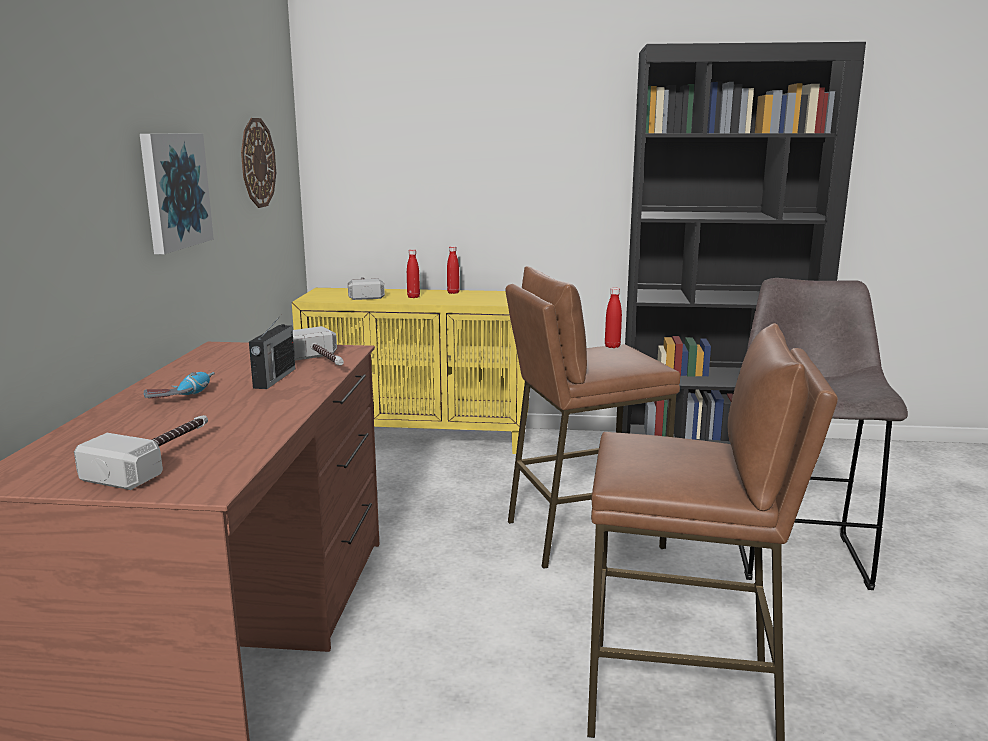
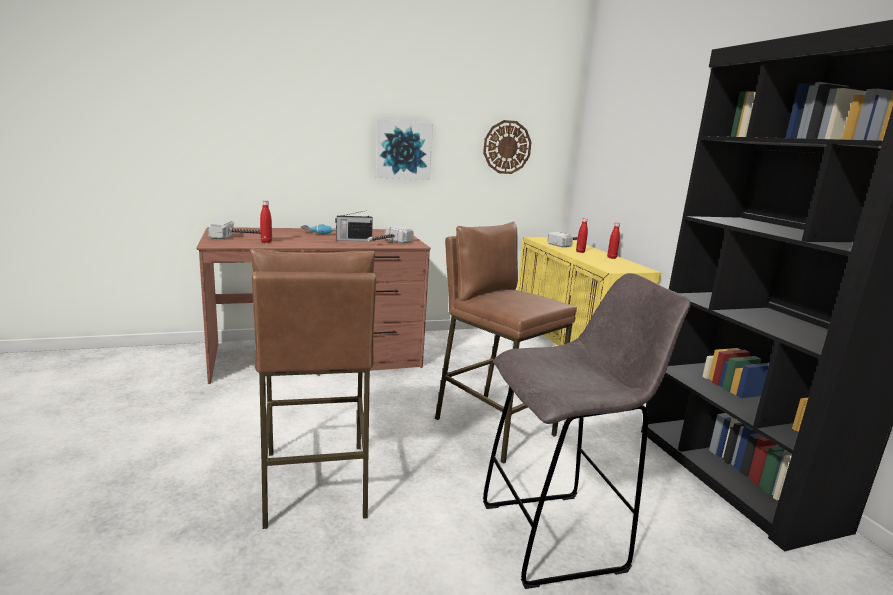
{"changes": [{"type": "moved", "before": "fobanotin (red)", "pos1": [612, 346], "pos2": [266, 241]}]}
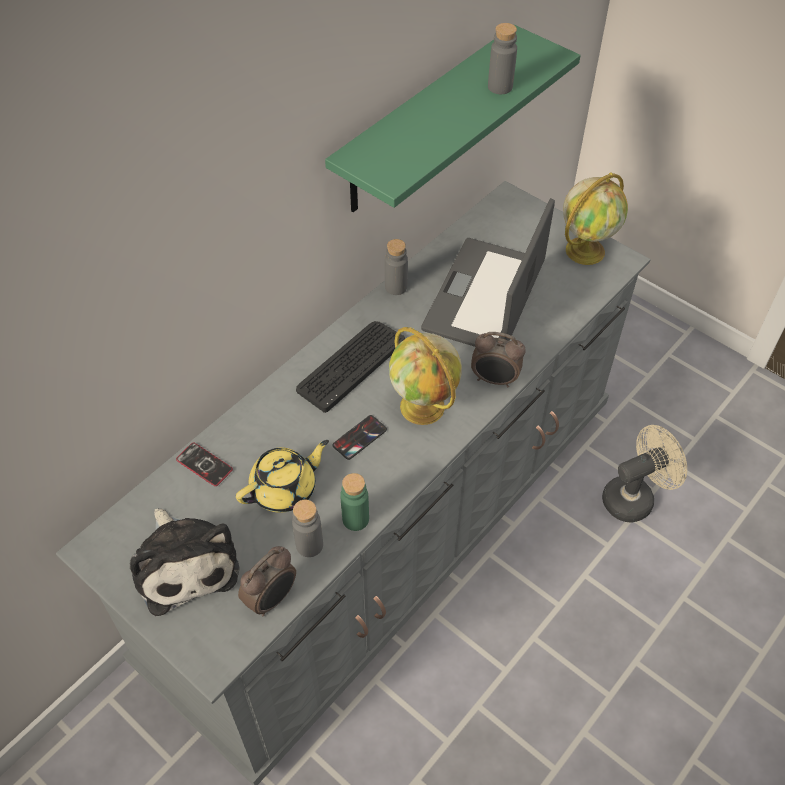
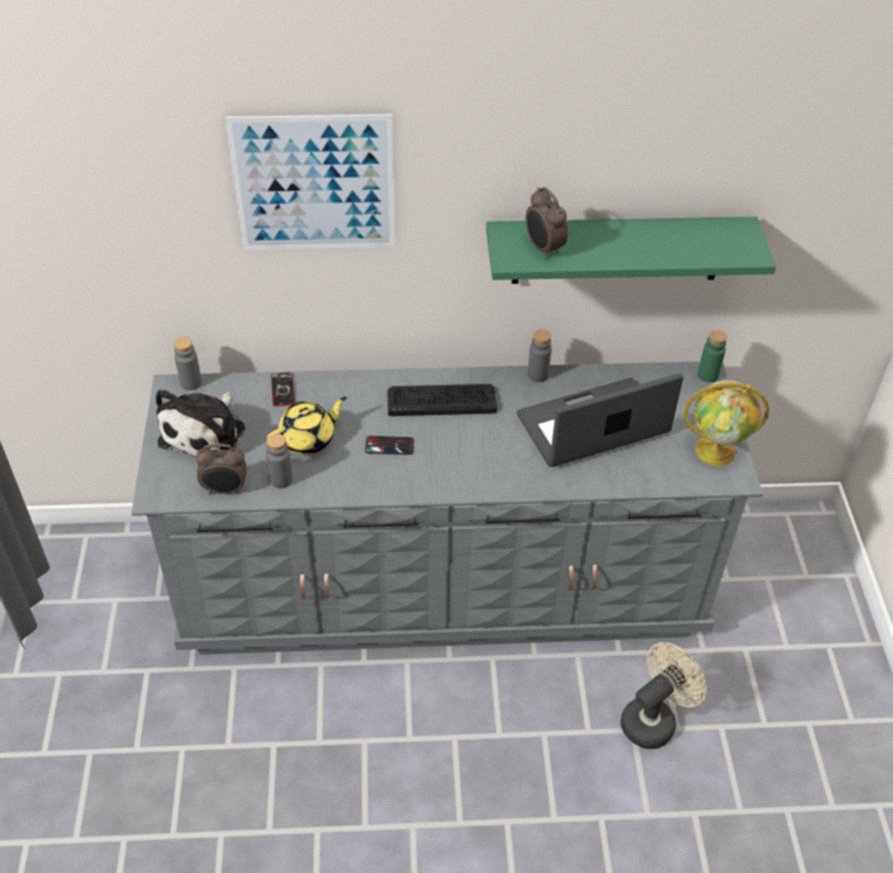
{"changes": [{"type": "moved", "before": "fobanotin (grey)", "pos1": [500, 87], "pos2": [191, 383]}, {"type": "removed", "before": "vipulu", "pos1": [423, 407]}, {"type": "moved", "before": "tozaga", "pos1": [494, 380], "pos2": [543, 249]}, {"type": "turned", "before": "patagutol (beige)", "pos1": [634, 497], "pos2": [654, 719], "turn": -60}, {"type": "turned", "before": "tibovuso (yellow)", "pos1": [285, 489], "pos2": [308, 439], "turn": -45}, {"type": "moved", "before": "fobanotin (green)", "pos1": [355, 519], "pos2": [708, 375]}, {"type": "added", "after": "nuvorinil", "pos2": [314, 184]}]}
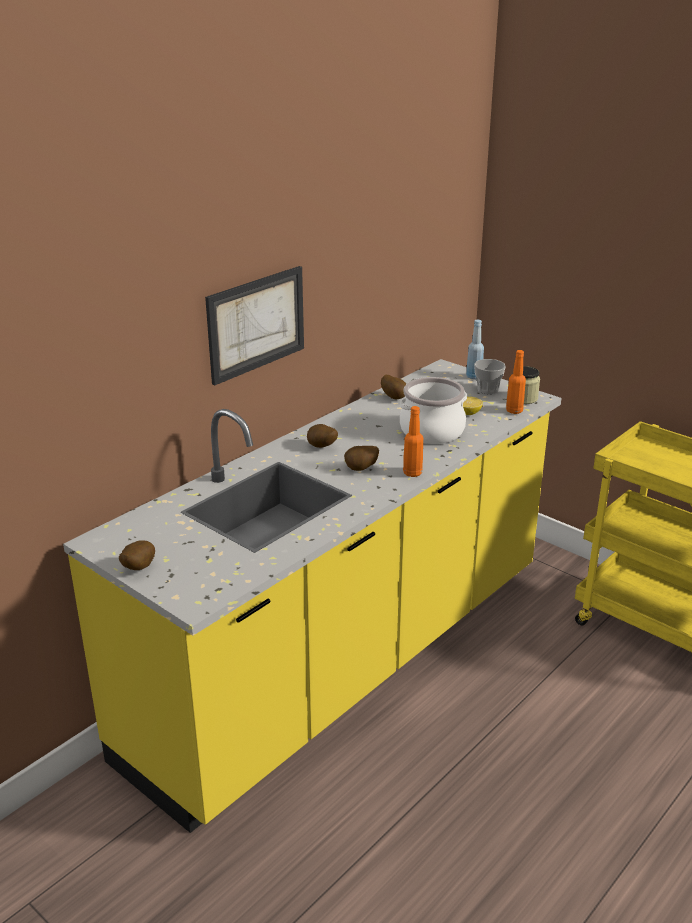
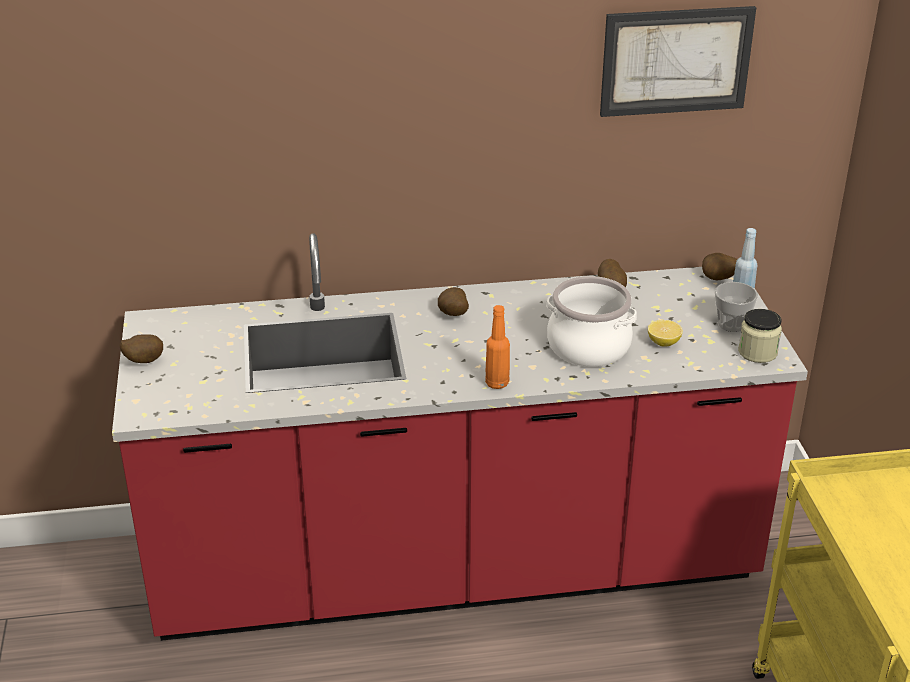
{"changes": [{"type": "moved", "before": "nuvorinil", "pos1": [256, 323], "pos2": [676, 61]}, {"type": "removed", "before": "fobanotin (orange)", "pos1": [514, 411]}, {"type": "recoloured", "before": "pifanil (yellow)", "after": "pifanil (red)", "pos1": [345, 662], "pos2": [455, 571]}, {"type": "moved", "before": "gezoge", "pos1": [361, 470], "pos2": [718, 280]}]}
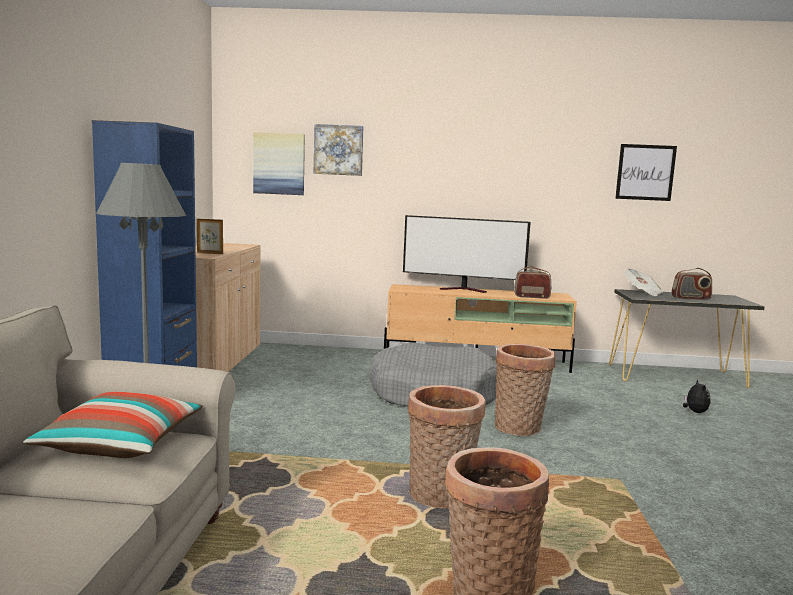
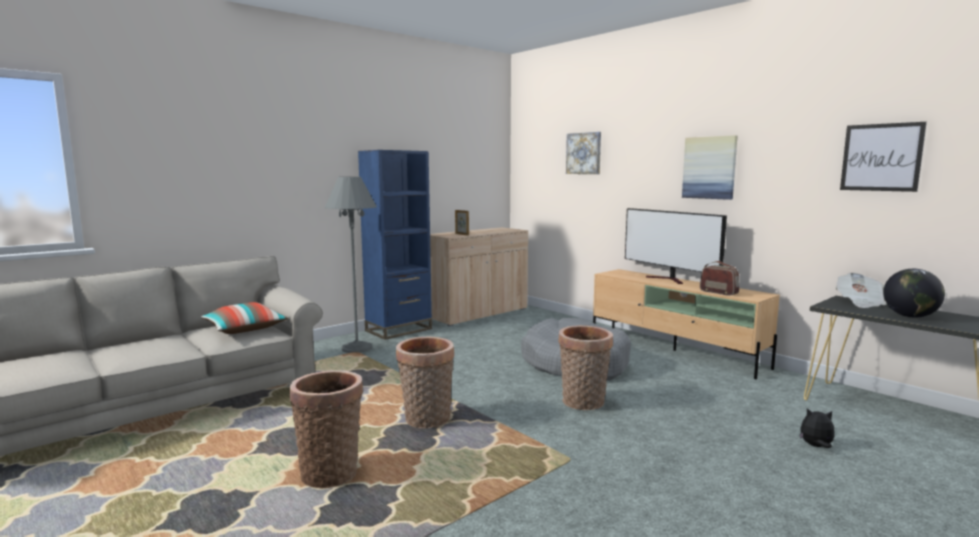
{"changes": [{"type": "moved", "before": "nuvorinil", "pos1": [279, 164], "pos2": [709, 167]}, {"type": "replaced", "before": "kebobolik", "after": "vipulu", "pos1": [691, 298], "pos2": [910, 316]}, {"type": "turned", "before": "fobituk", "pos1": [695, 412], "pos2": [816, 446], "turn": -120}]}
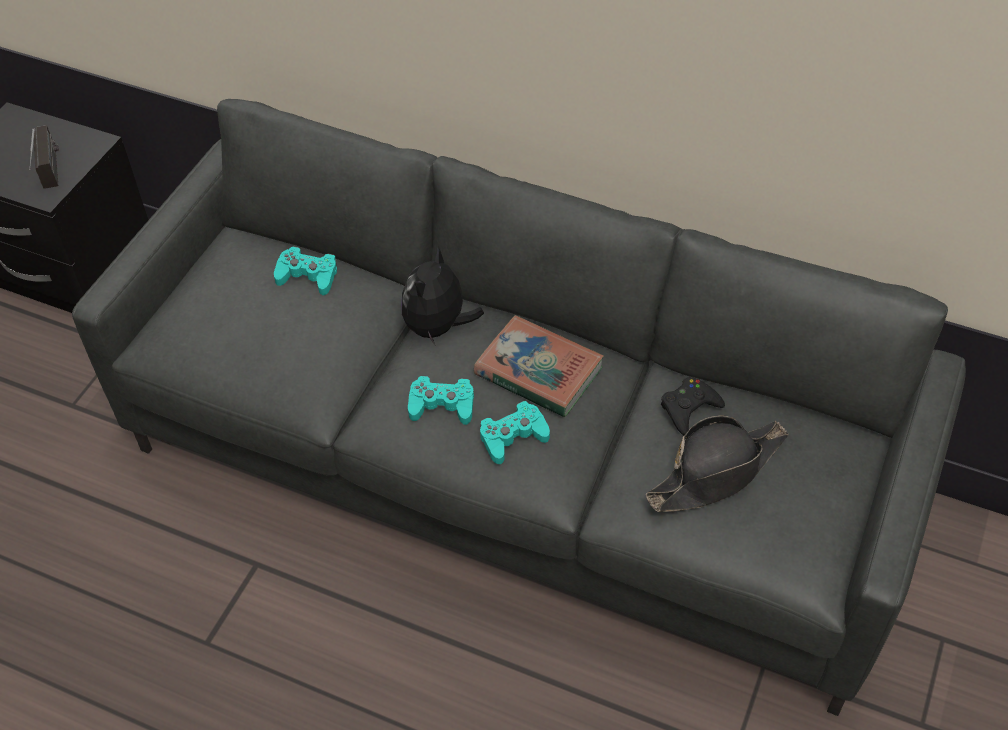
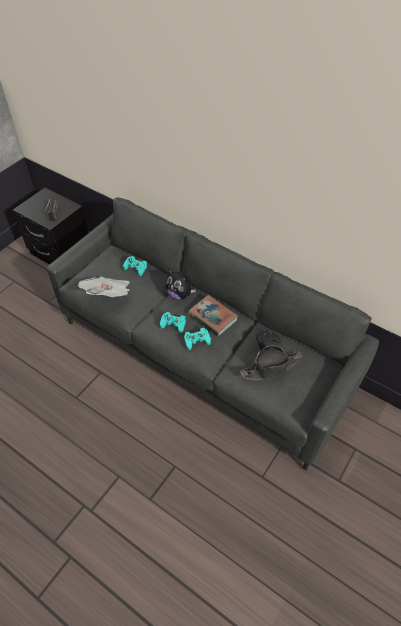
{"changes": [{"type": "turned", "before": "fobituk", "pos1": [438, 327], "pos2": [179, 295], "turn": -90}, {"type": "added", "after": "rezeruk", "pos2": [108, 295]}]}
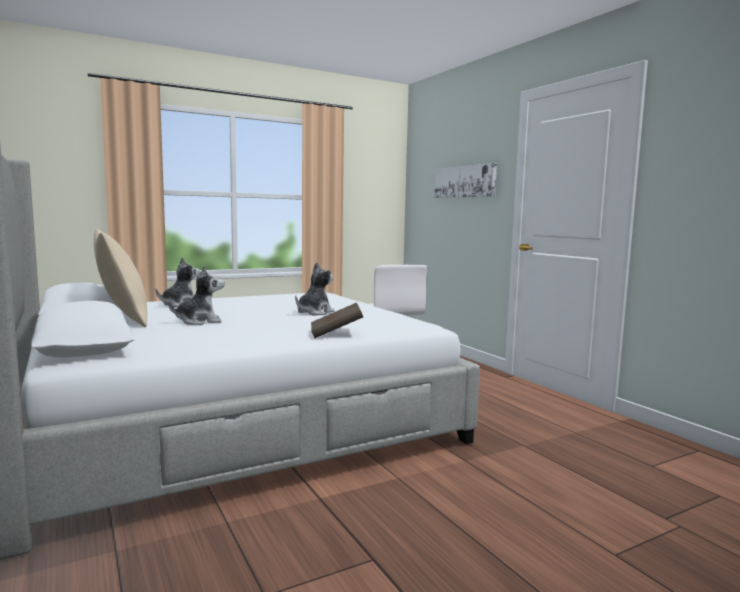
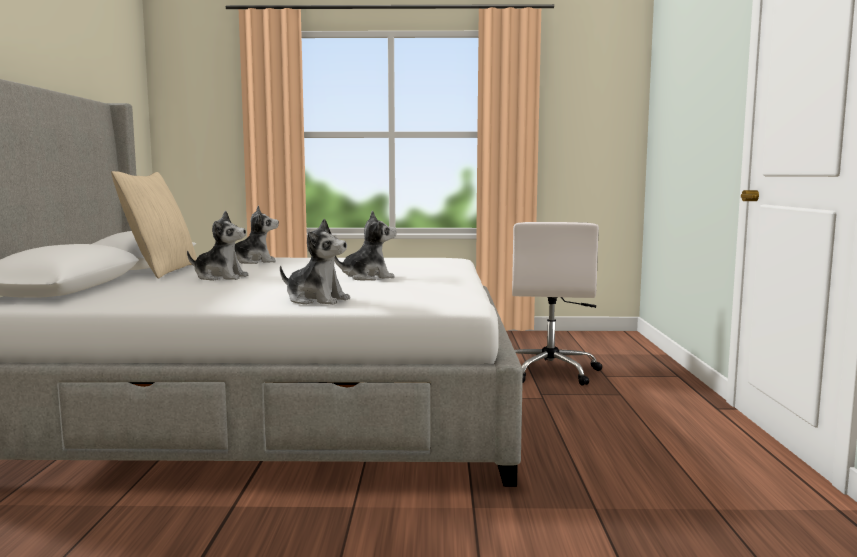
{"changes": [{"type": "removed", "before": "nuvorinil", "pos1": [465, 181]}, {"type": "replaced", "before": "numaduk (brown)", "after": "fobituk", "pos1": [336, 333], "pos2": [316, 300]}]}
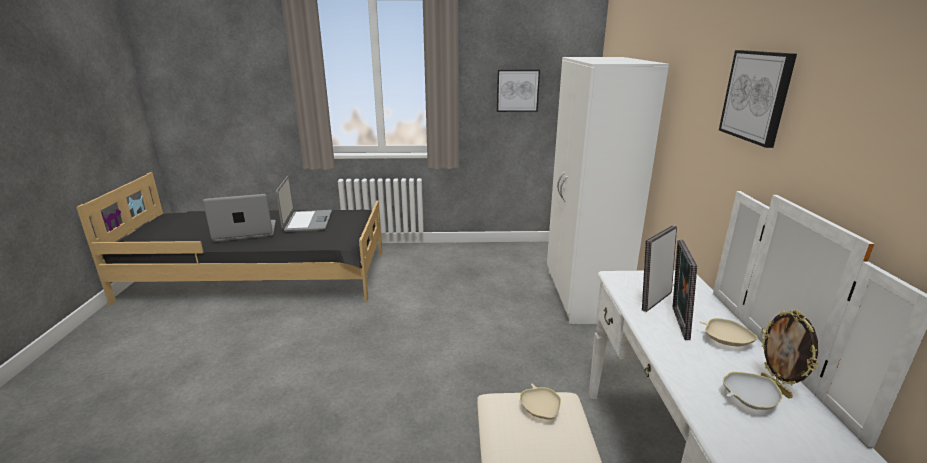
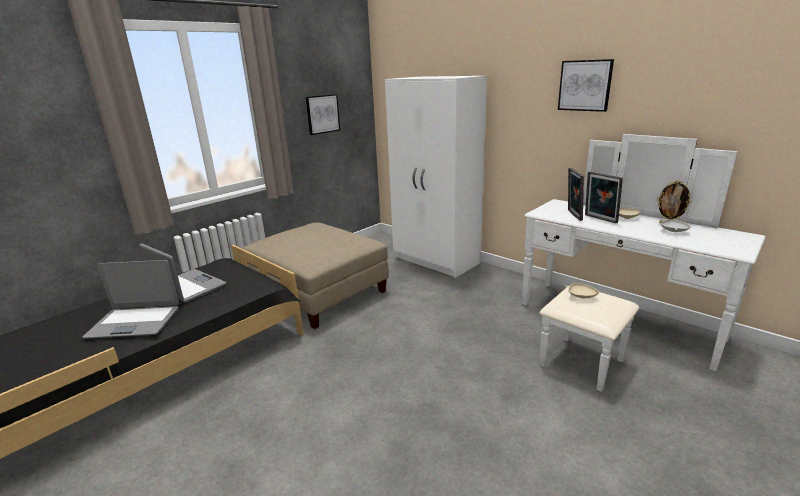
{"changes": [{"type": "turned", "before": "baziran", "pos1": [245, 232], "pos2": [135, 322], "turn": -120}, {"type": "added", "after": "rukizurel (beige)", "pos2": [318, 292]}]}
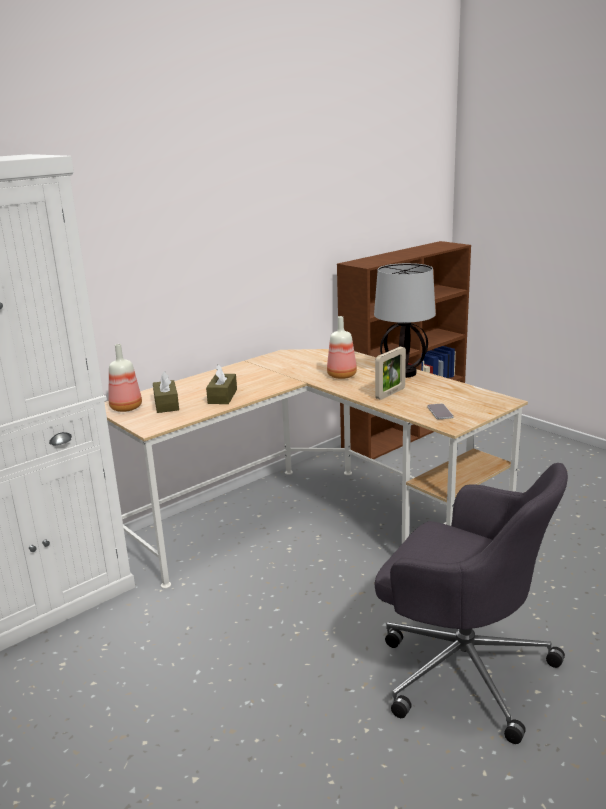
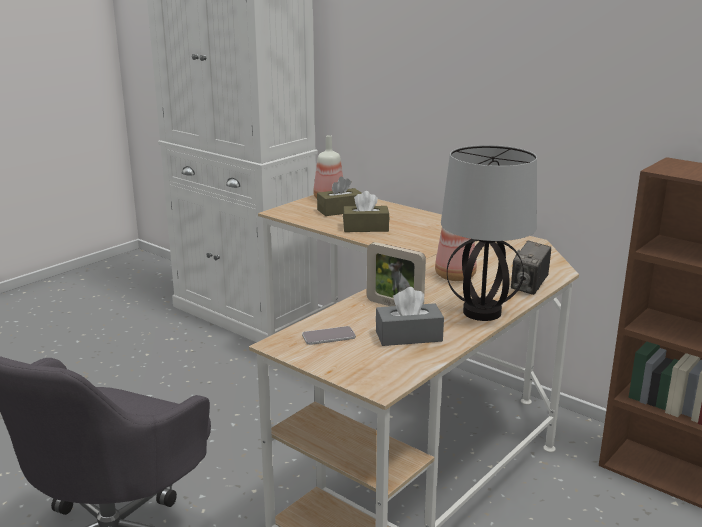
{"changes": [{"type": "added", "after": "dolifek", "pos2": [529, 287]}, {"type": "added", "after": "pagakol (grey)", "pos2": [408, 336]}]}
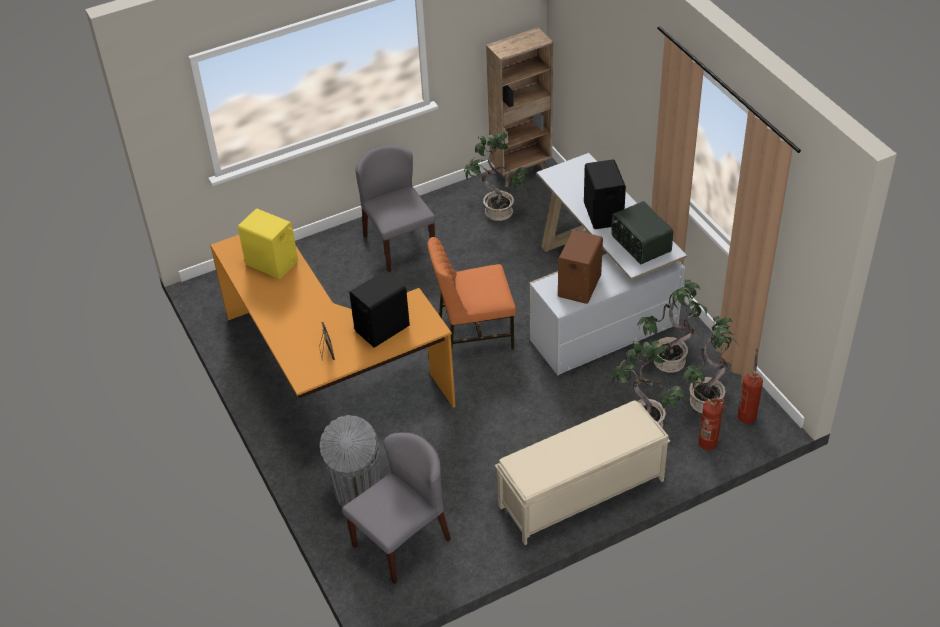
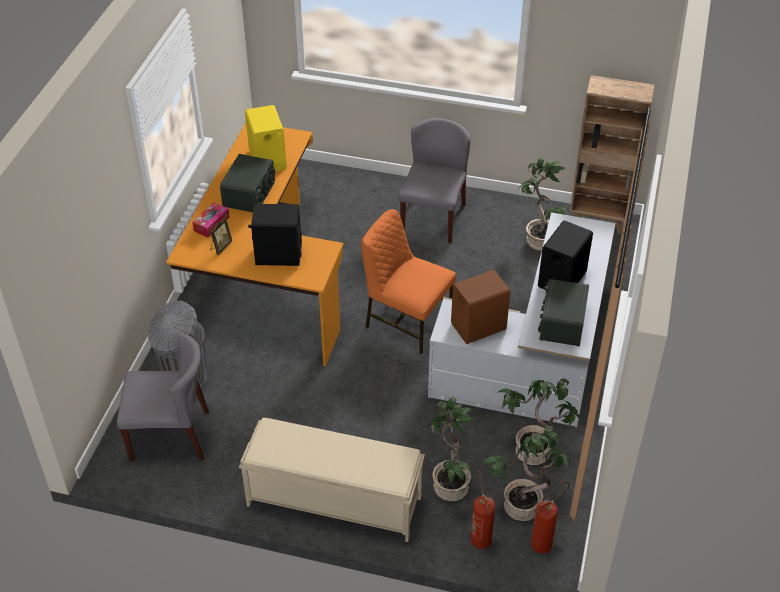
{"changes": [{"type": "added", "after": "kebobolik", "pos2": [250, 194]}, {"type": "added", "after": "pagakol", "pos2": [211, 224]}]}
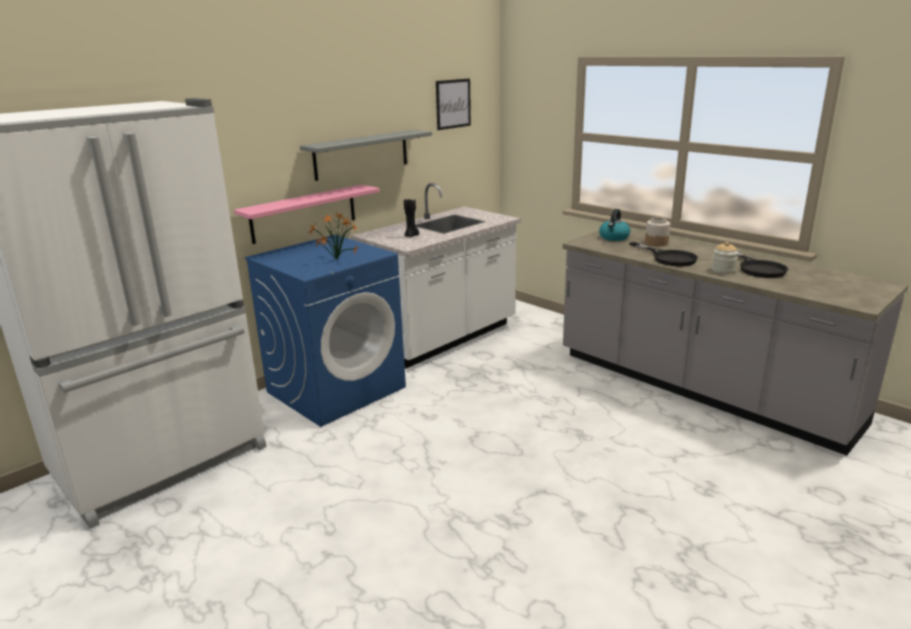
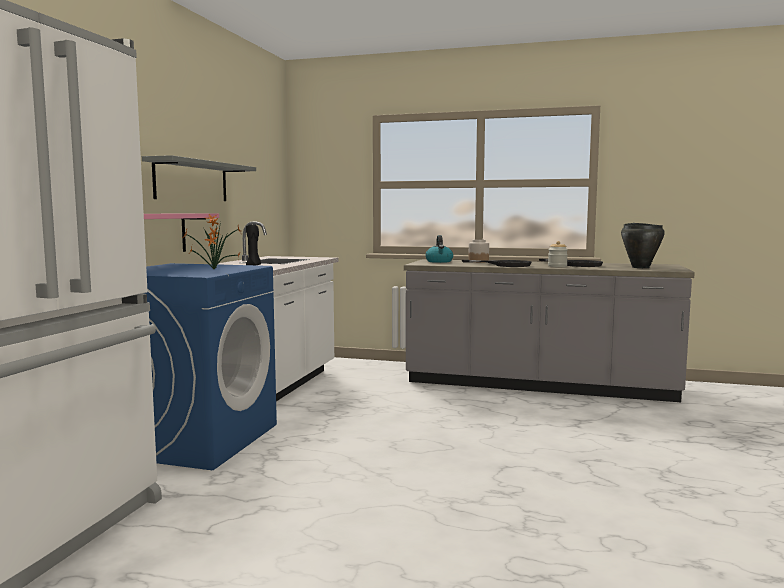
{"changes": [{"type": "removed", "before": "nuvorinil", "pos1": [453, 104]}, {"type": "added", "after": "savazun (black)", "pos2": [640, 267]}]}
